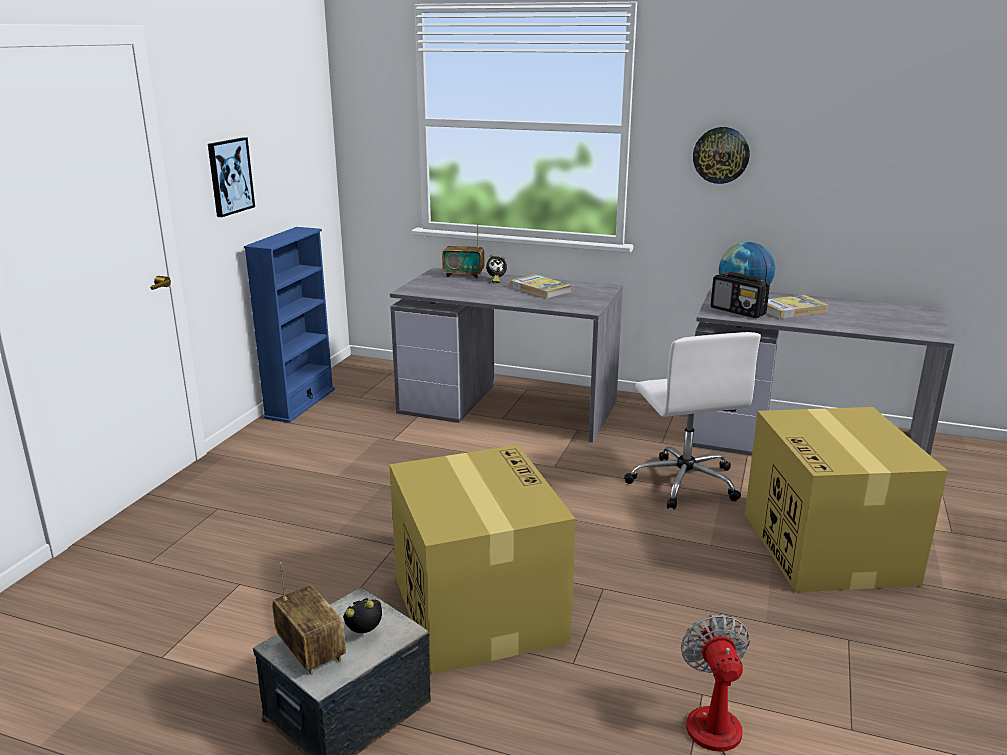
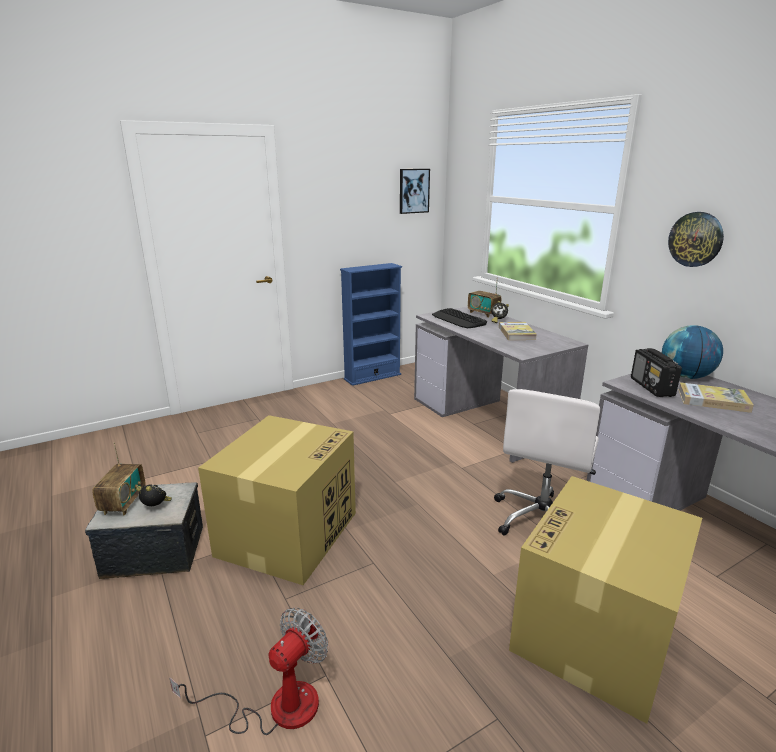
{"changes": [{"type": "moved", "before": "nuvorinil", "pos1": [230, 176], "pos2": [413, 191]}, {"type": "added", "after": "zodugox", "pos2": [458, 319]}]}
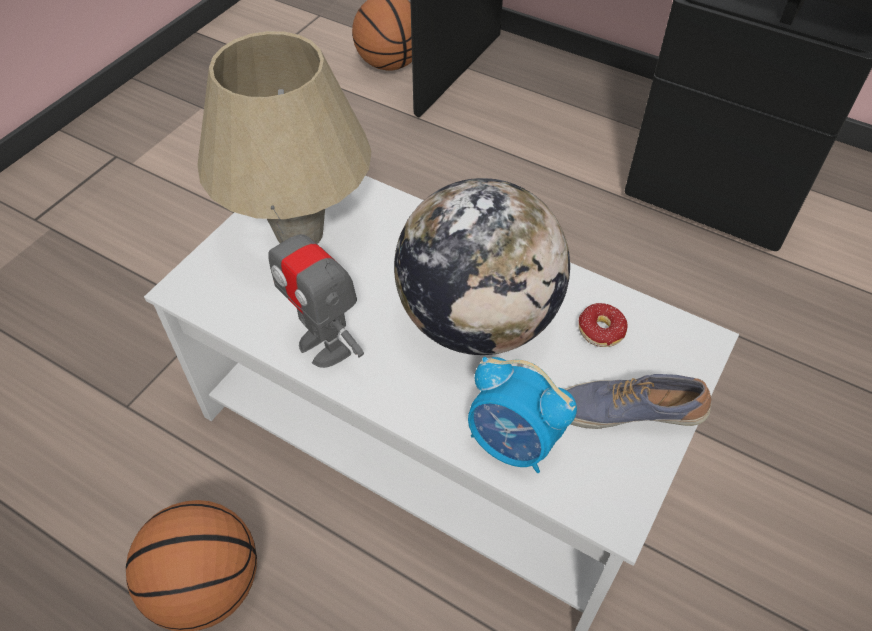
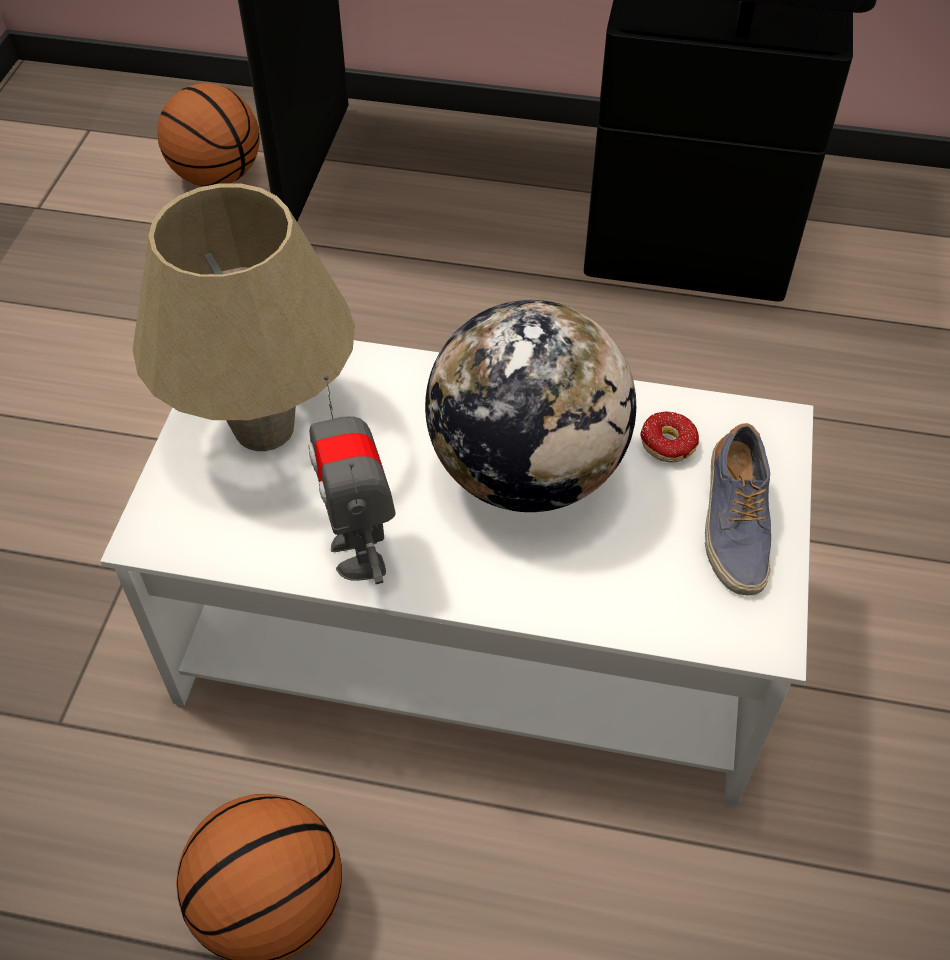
{"changes": [{"type": "turned", "before": "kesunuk", "pos1": [325, 345], "pos2": [361, 553], "turn": 45}, {"type": "removed", "before": "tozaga", "pos1": [513, 443]}, {"type": "turned", "before": "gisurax", "pos1": [627, 412], "pos2": [733, 525], "turn": -75}]}
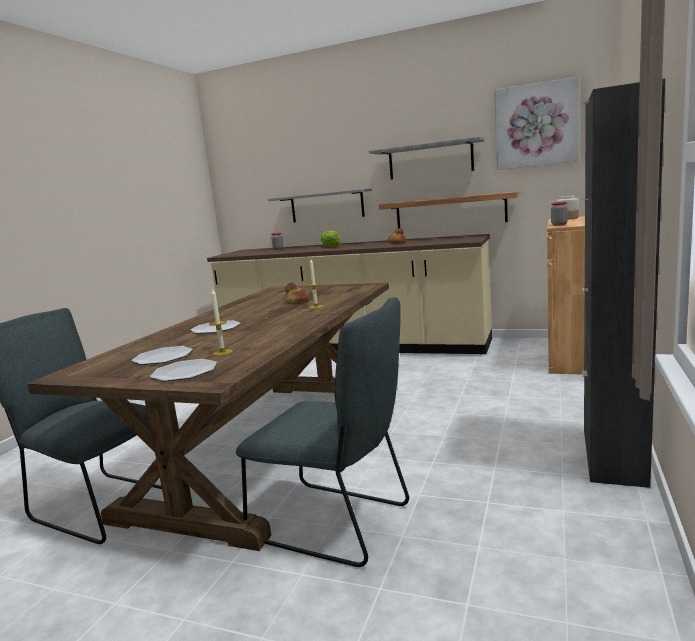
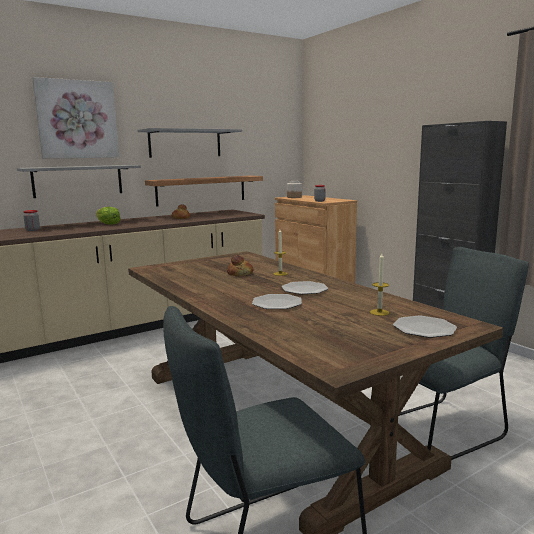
{"changes": [{"type": "moved", "before": "nuvorinil", "pos1": [536, 125], "pos2": [77, 119]}, {"type": "moved", "before": "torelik", "pos1": [163, 357], "pos2": [304, 289]}]}
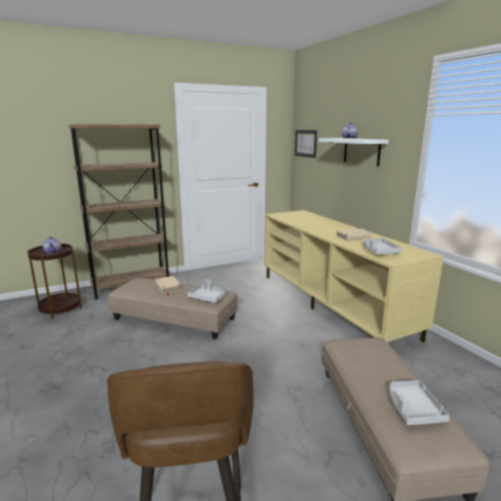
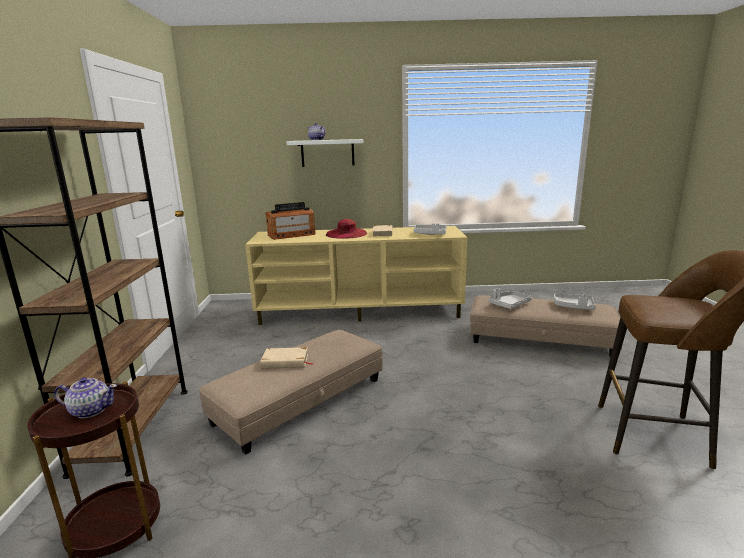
{"changes": [{"type": "removed", "before": "nuvorinil", "pos1": [306, 143]}, {"type": "moved", "before": "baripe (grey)", "pos1": [207, 297], "pos2": [509, 304]}, {"type": "added", "after": "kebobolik", "pos2": [291, 235]}, {"type": "added", "after": "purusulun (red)", "pos2": [346, 234]}]}
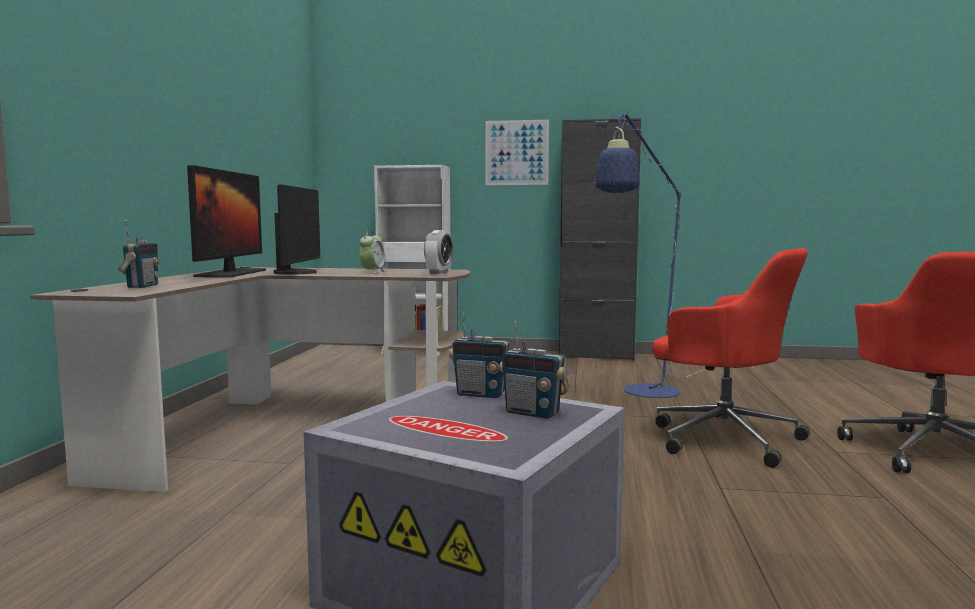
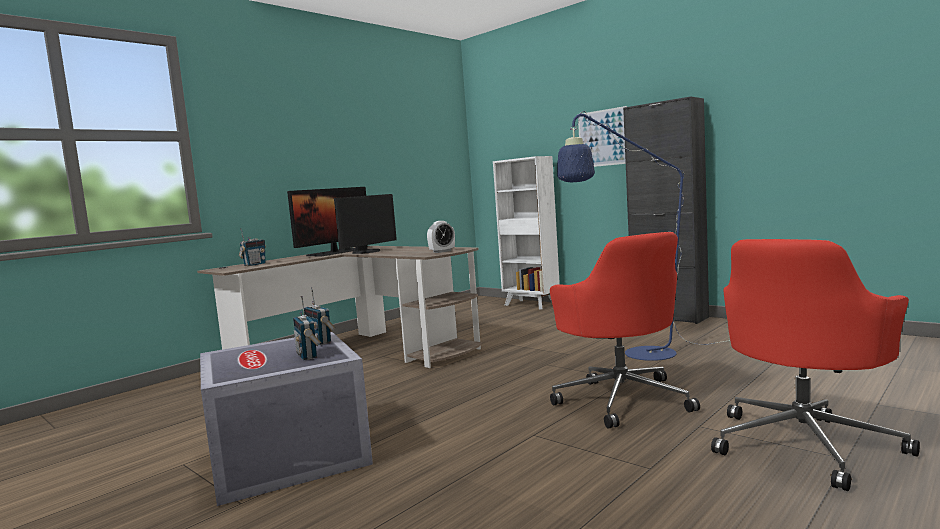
{"changes": [{"type": "removed", "before": "tozaga", "pos1": [372, 272]}]}
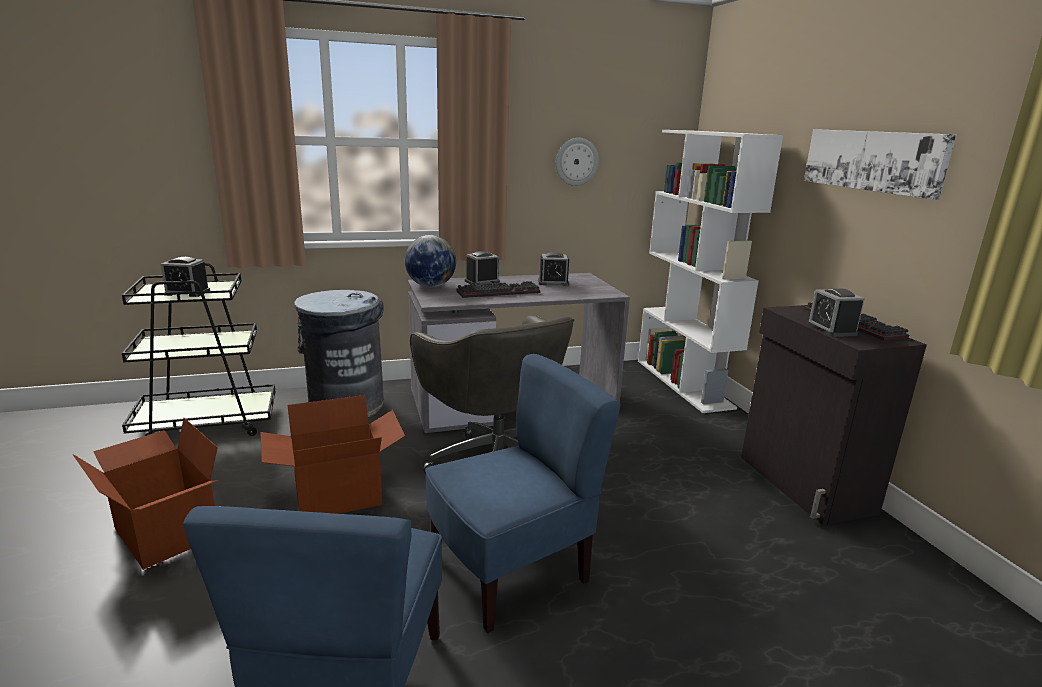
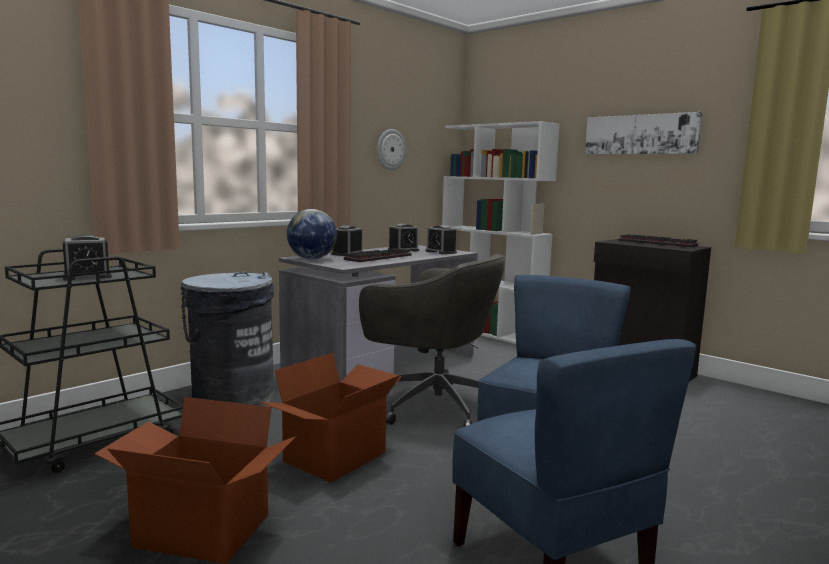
{"changes": [{"type": "moved", "before": "tozaga", "pos1": [831, 329], "pos2": [441, 252]}]}
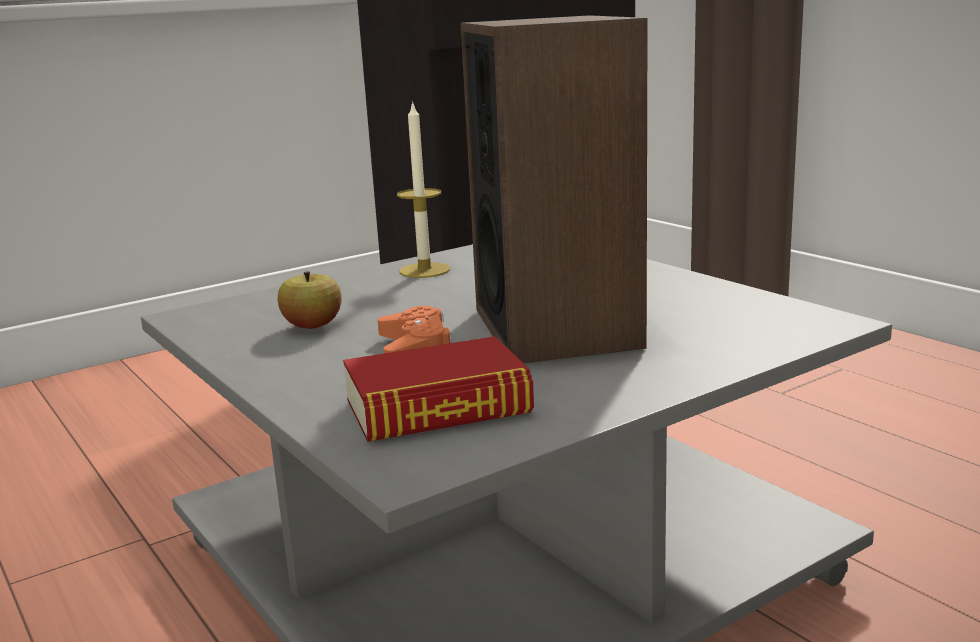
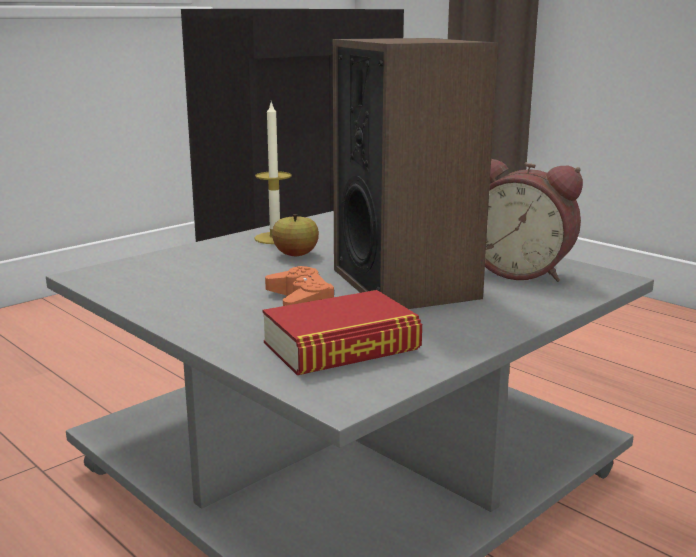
{"changes": [{"type": "moved", "before": "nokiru", "pos1": [312, 326], "pos2": [295, 255]}, {"type": "added", "after": "tozaga", "pos2": [521, 271]}]}
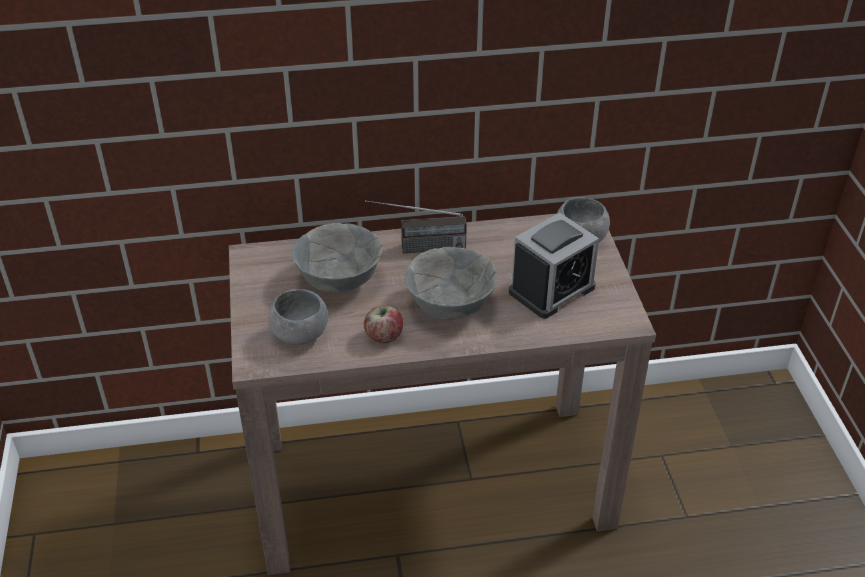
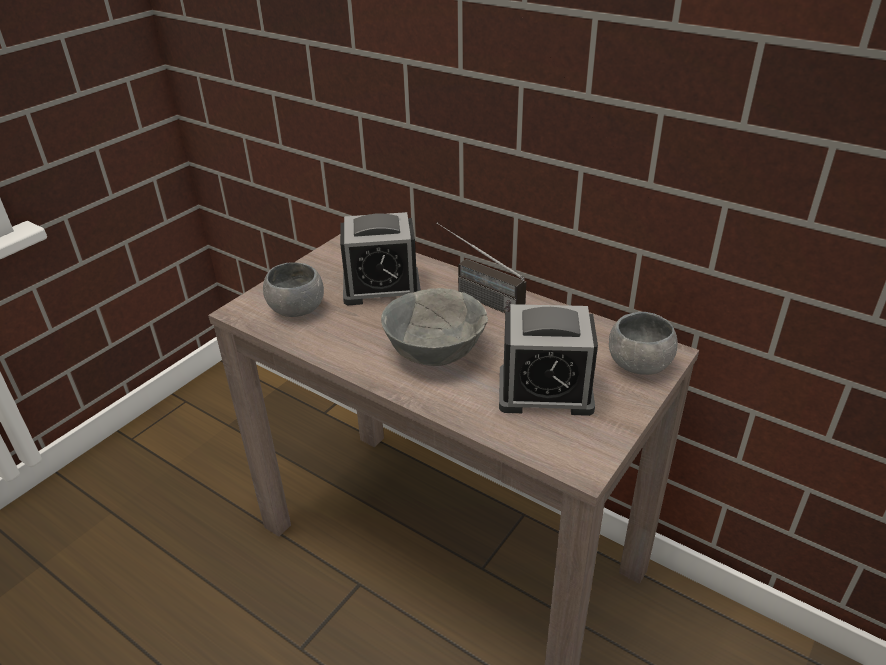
{"changes": [{"type": "replaced", "before": "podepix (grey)", "after": "tozaga", "pos1": [338, 279], "pos2": [381, 287]}, {"type": "removed", "before": "nokiru", "pos1": [384, 336]}]}
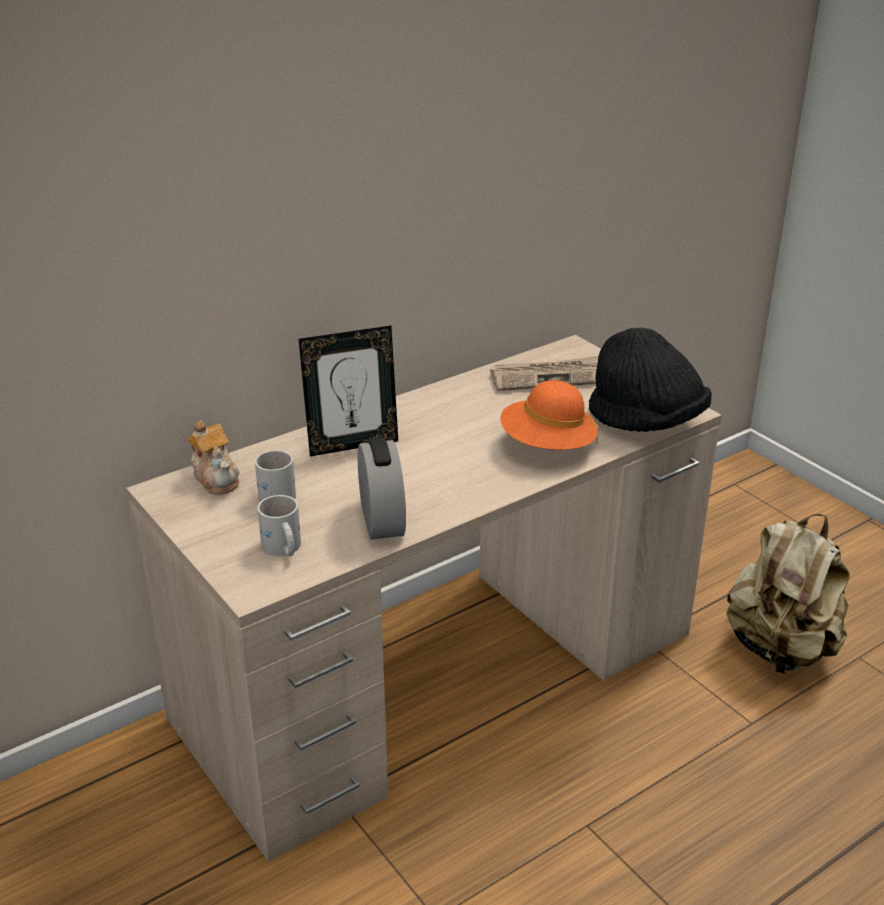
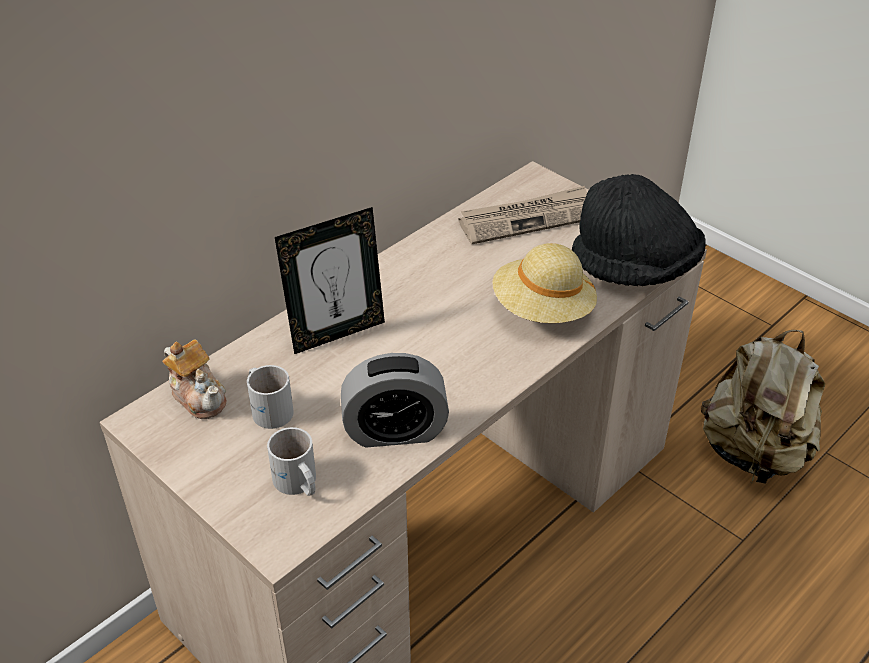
{"changes": [{"type": "recoloured", "before": "purusulun (orange)", "after": "purusulun (beige)", "pos1": [547, 445], "pos2": [542, 310]}, {"type": "turned", "before": "tozaga", "pos1": [382, 520], "pos2": [395, 431], "turn": 105}]}
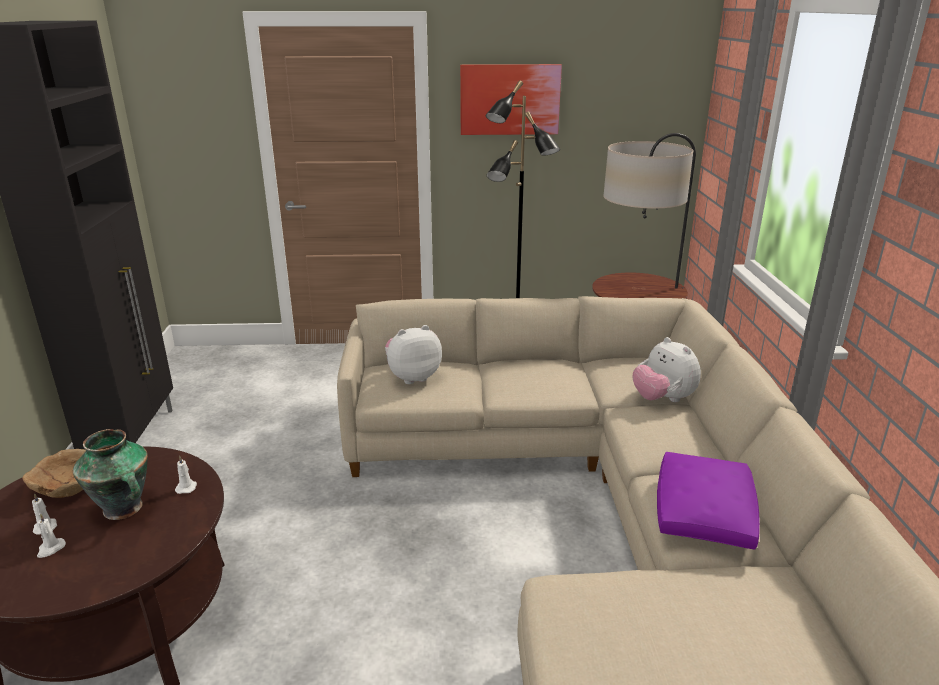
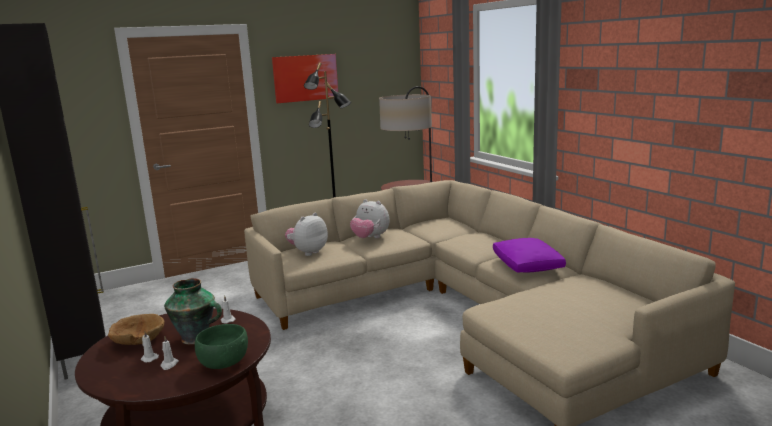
{"changes": [{"type": "moved", "before": "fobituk", "pos1": [663, 399], "pos2": [370, 238]}, {"type": "added", "after": "podepix (green)", "pos2": [223, 363]}]}
